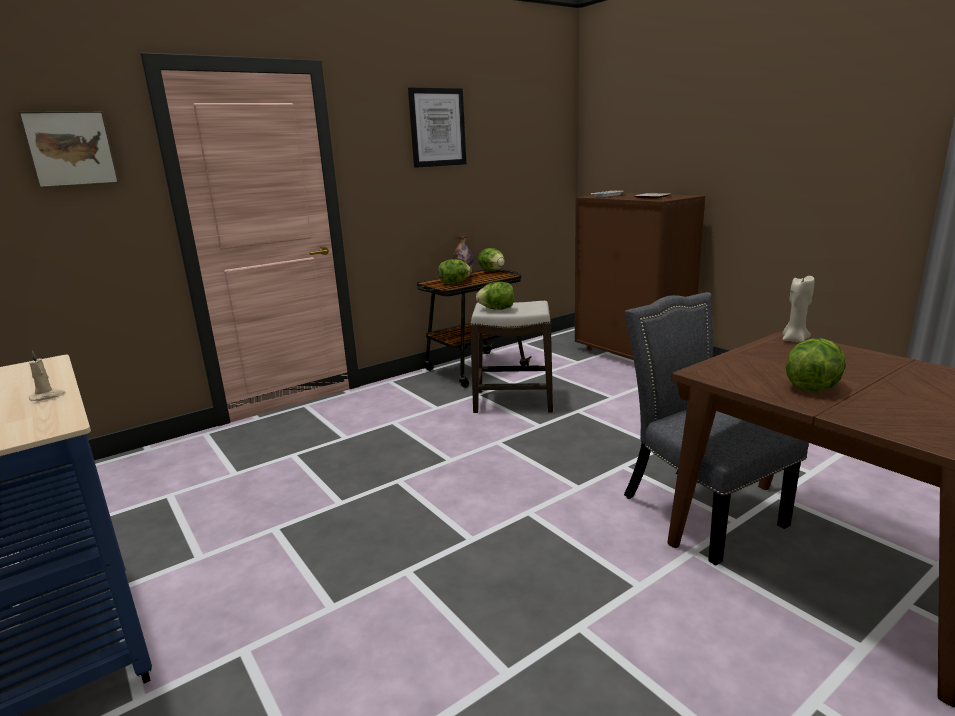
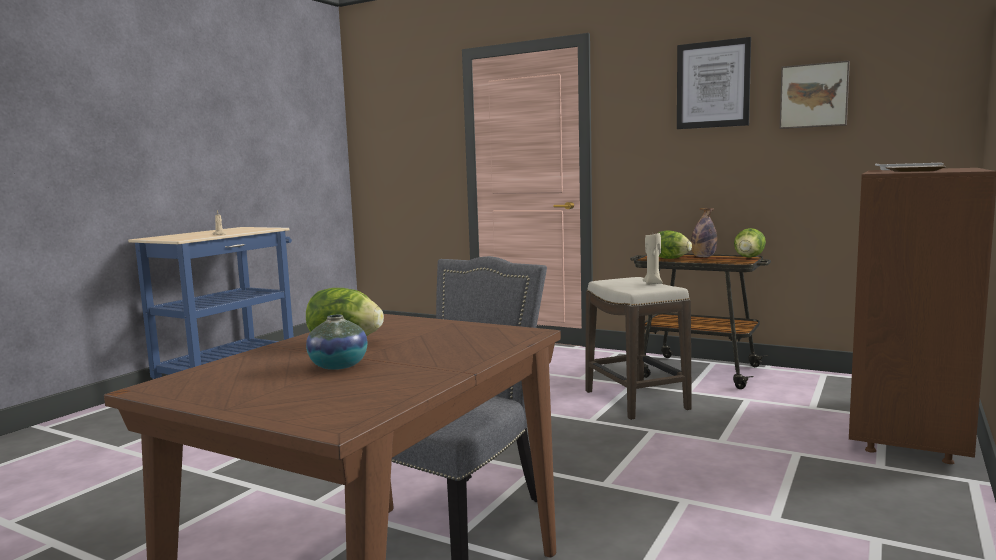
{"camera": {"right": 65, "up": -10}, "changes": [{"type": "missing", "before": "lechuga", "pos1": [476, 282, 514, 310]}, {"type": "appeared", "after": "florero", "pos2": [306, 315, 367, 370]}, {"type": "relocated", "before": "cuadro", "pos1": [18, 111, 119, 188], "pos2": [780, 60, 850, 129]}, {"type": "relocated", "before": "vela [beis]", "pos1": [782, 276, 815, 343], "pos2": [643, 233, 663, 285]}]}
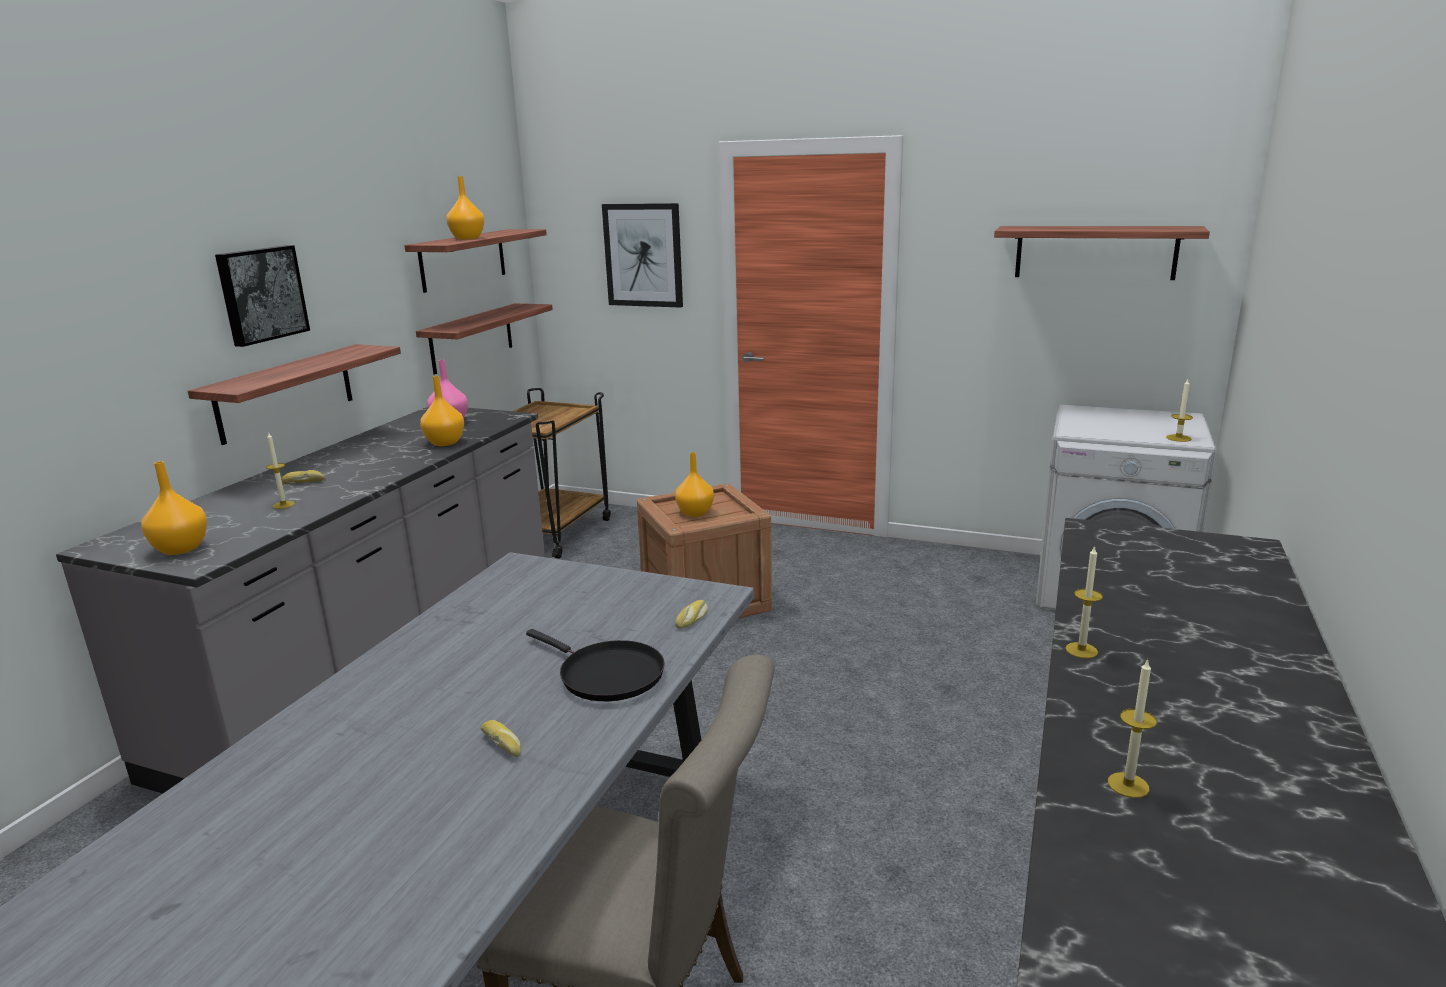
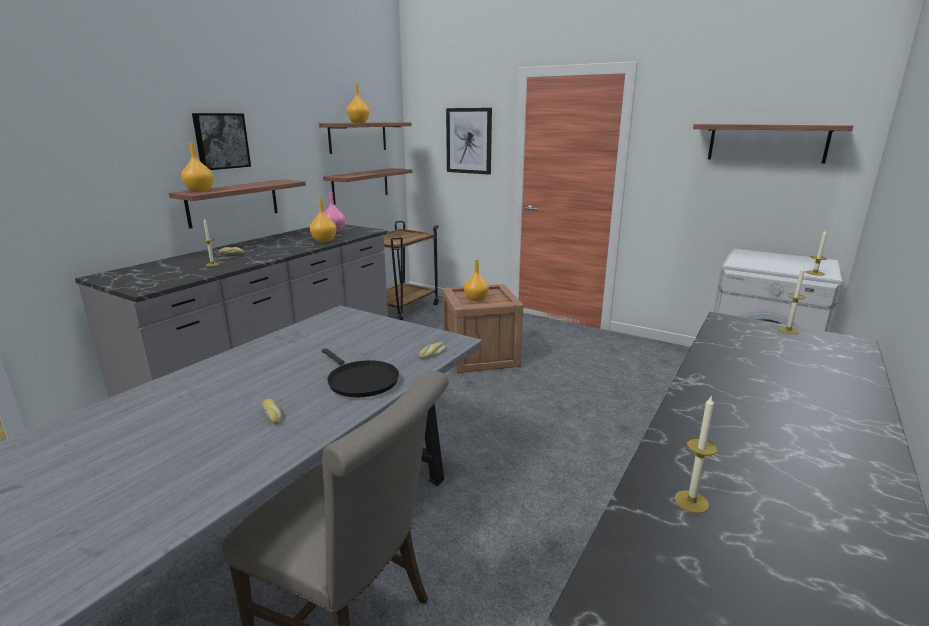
{"camera": {"right": 10, "up": 0}, "changes": [{"type": "relocated", "before": "florero [naranja]", "pos1": [141, 461, 207, 555], "pos2": [181, 142, 214, 192]}, {"type": "relocated", "before": "vela", "pos1": [1065, 546, 1103, 658], "pos2": [778, 266, 806, 334]}]}
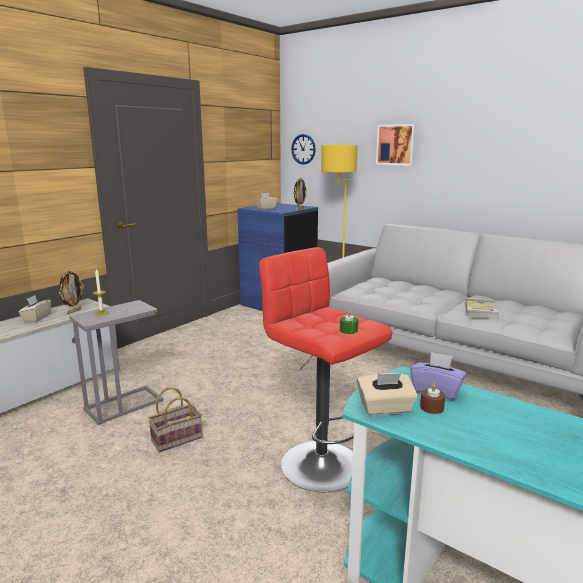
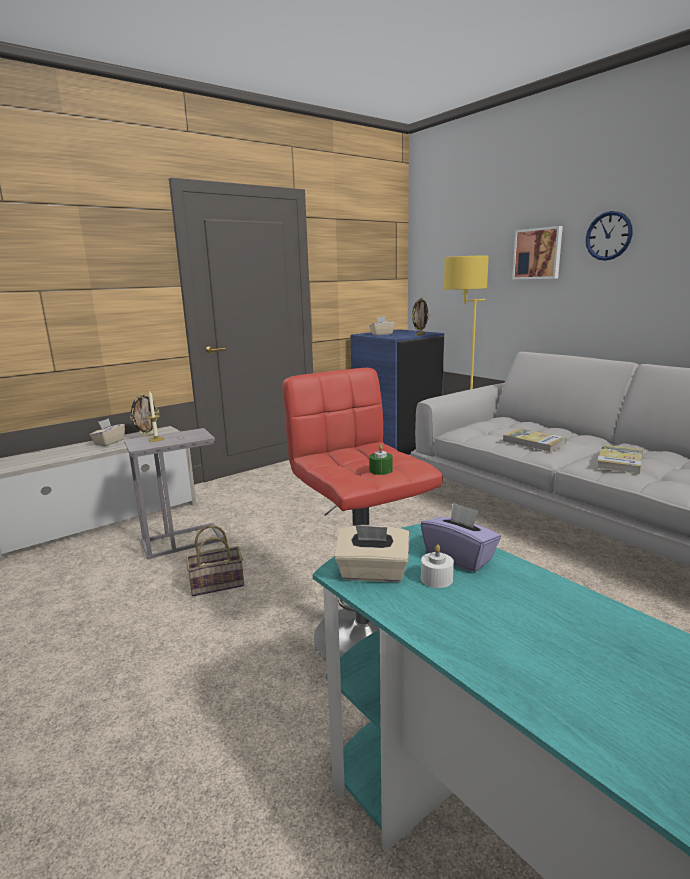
{"camera": {"right": 15, "up": 0}, "changes": [{"type": "appeared", "after": "libro", "pos2": [503, 428, 567, 452]}, {"type": "relocated", "before": "reloj de pared", "pos1": [291, 134, 316, 165], "pos2": [586, 211, 633, 261]}, {"type": "colour", "before": "vela [marrón]", "after": "vela [blanco]", "pos1": [420, 383, 445, 414], "pos2": [421, 545, 454, 588]}]}
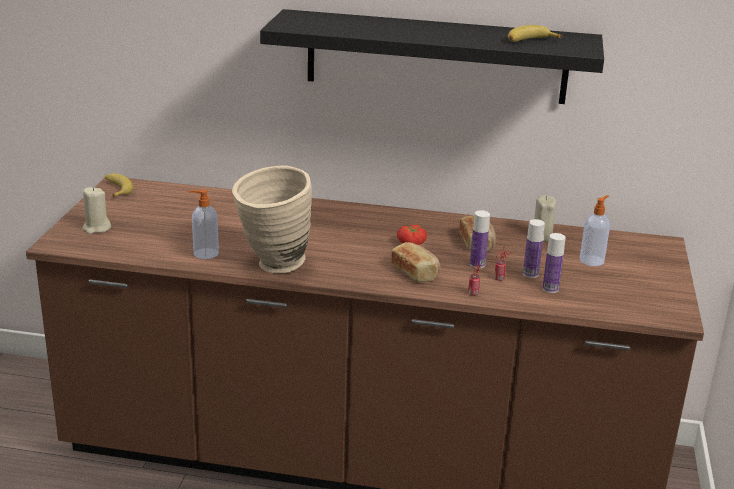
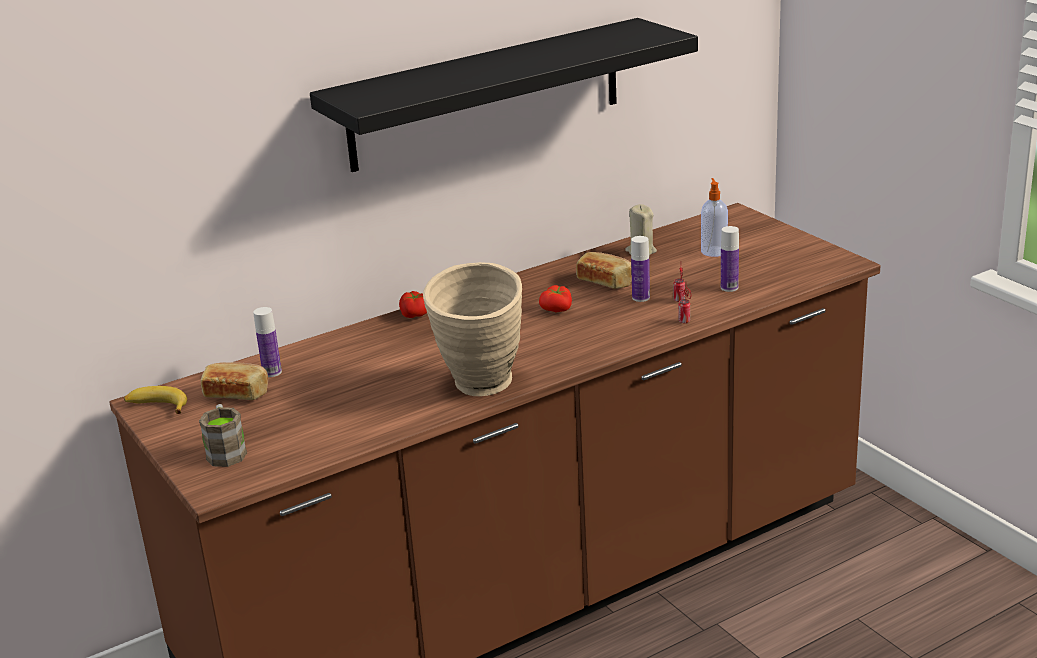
{"camera": {"right": -40, "up": 0}, "changes": [{"type": "missing", "before": "dispensador de jabón", "pos1": [188, 190, 219, 259]}, {"type": "missing", "before": "plátano", "pos1": [508, 25, 562, 42]}, {"type": "appeared", "after": "tomate", "pos2": [399, 291, 427, 318]}, {"type": "relocated", "before": "pan", "pos1": [391, 242, 440, 282], "pos2": [201, 362, 268, 400]}, {"type": "relocated", "before": "botella", "pos1": [523, 219, 545, 278], "pos2": [253, 307, 282, 377]}, {"type": "exchanged", "before": "vela [beis]", "after": "taza grande [marrón]", "pos1": [82, 187, 111, 234], "pos2": [199, 404, 247, 467]}]}
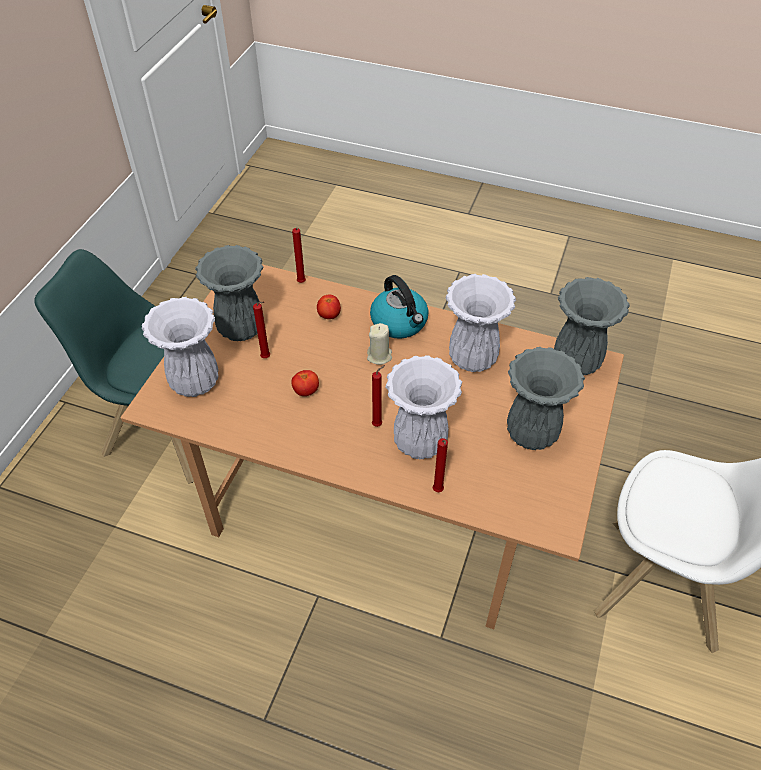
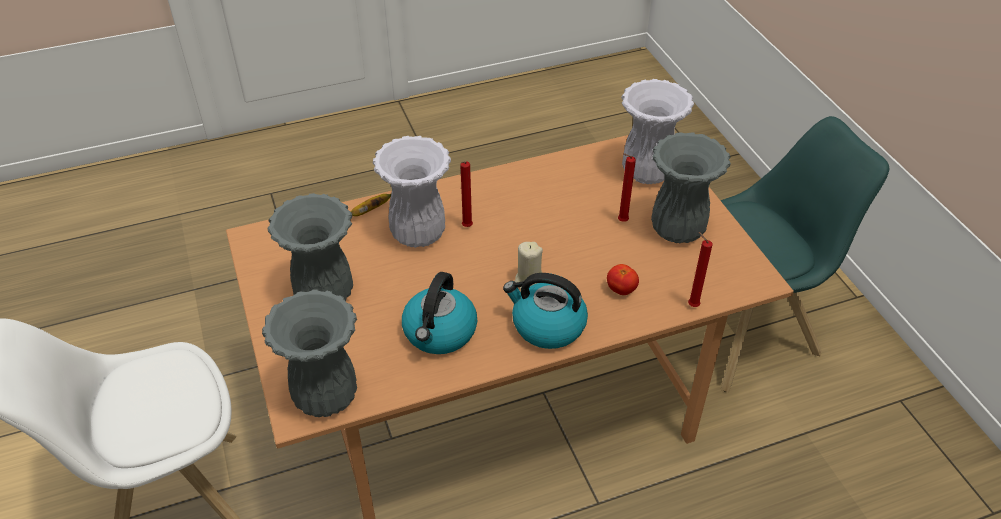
{"camera": {"right": 140, "up": -5}, "changes": [{"type": "missing", "before": "tomate", "pos1": [291, 370, 319, 396]}, {"type": "exchanged", "before": "vela [rojo]", "after": "plátano", "pos1": [433, 438, 448, 492], "pos2": [351, 194, 391, 216]}, {"type": "exchanged", "before": "florero [blanco]", "after": "hervidor", "pos1": [446, 274, 516, 372], "pos2": [402, 272, 477, 354]}]}
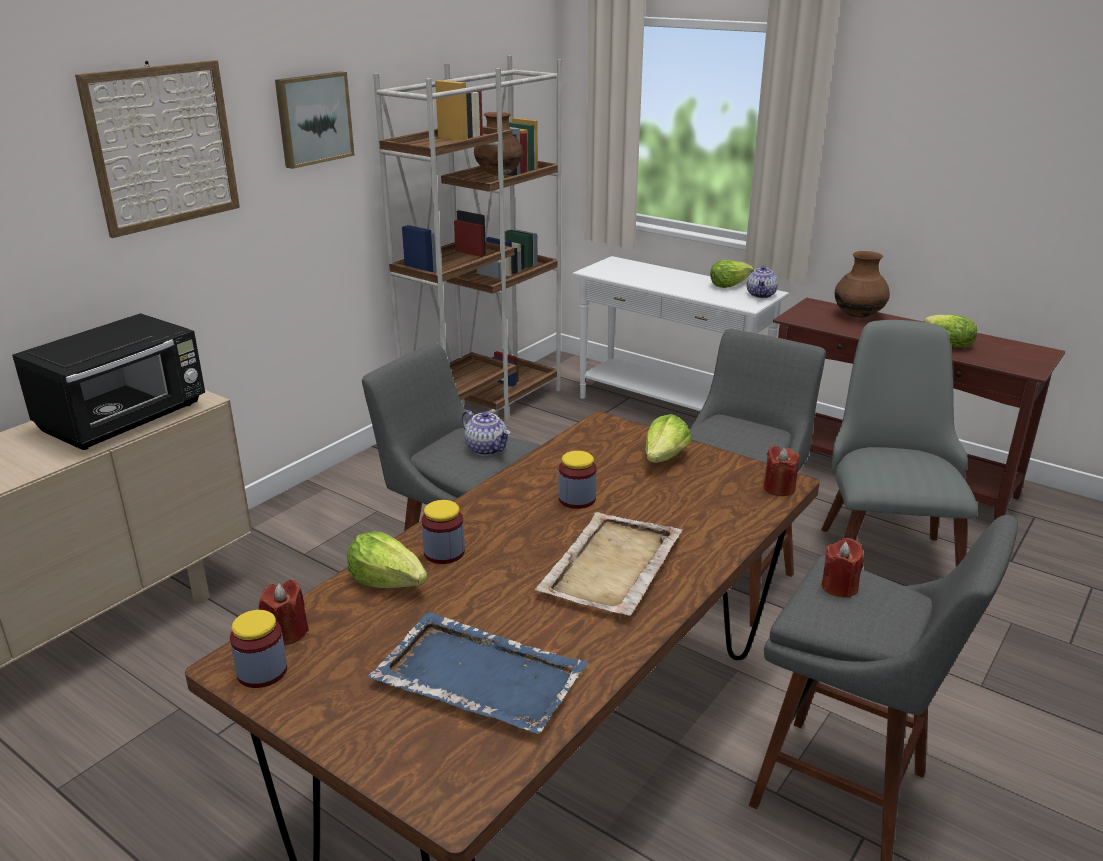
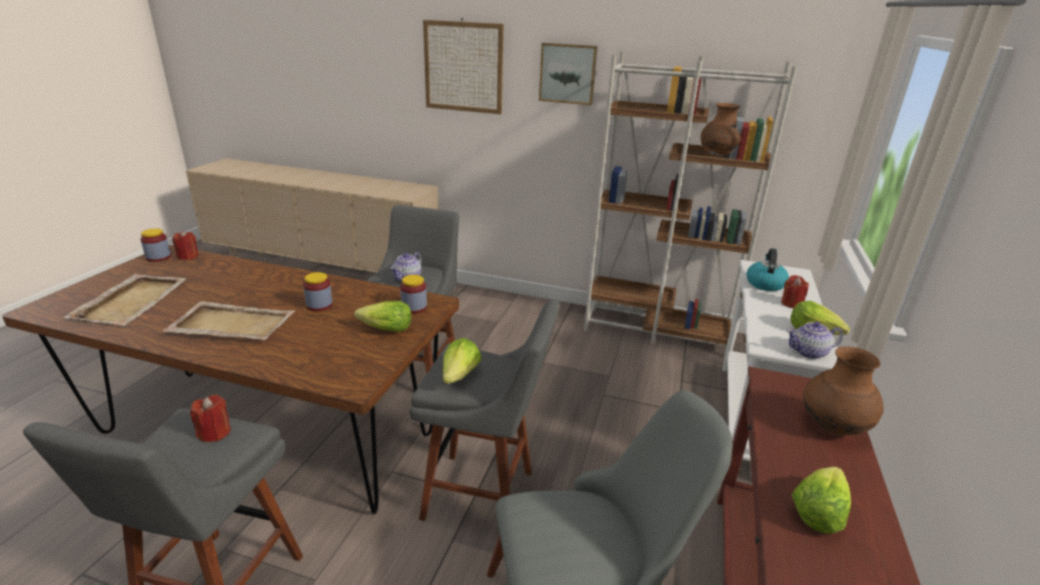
{"camera": {"right": 70, "up": 0}, "changes": [{"type": "missing", "before": "microondas [negro]", "pos1": [12, 313, 205, 450]}, {"type": "appeared", "after": "hervidor", "pos2": [747, 248, 789, 291]}, {"type": "relocated", "before": "lechuga", "pos1": [347, 531, 427, 588], "pos2": [443, 338, 482, 384]}, {"type": "relocated", "before": "tarro", "pos1": [421, 500, 465, 564], "pos2": [400, 275, 427, 313]}, {"type": "relocated", "before": "vela [rojo]", "pos1": [763, 445, 799, 496], "pos2": [781, 275, 809, 308]}, {"type": "colour", "before": "bandeja [azul]", "after": "bandeja [beis]", "pos1": [368, 612, 588, 734], "pos2": [64, 274, 187, 326]}]}
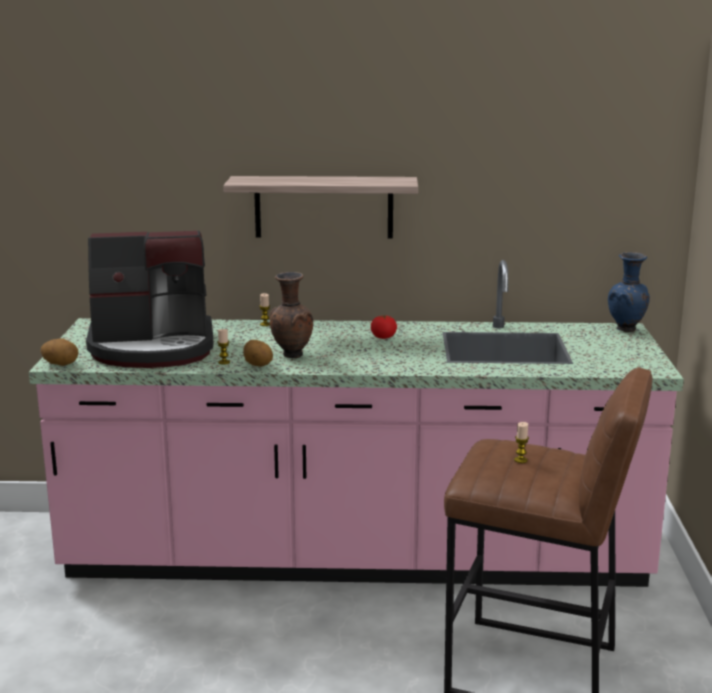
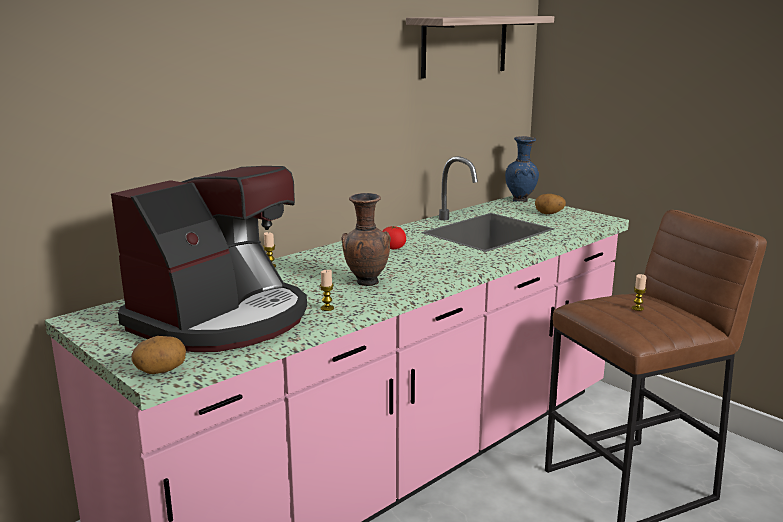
{"camera": {"right": -45, "up": 0}, "changes": [{"type": "relocated", "before": "estante", "pos1": [223, 176, 418, 239], "pos2": [406, 16, 554, 79]}, {"type": "relocated", "before": "patata", "pos1": [243, 340, 273, 367], "pos2": [535, 194, 566, 214]}]}
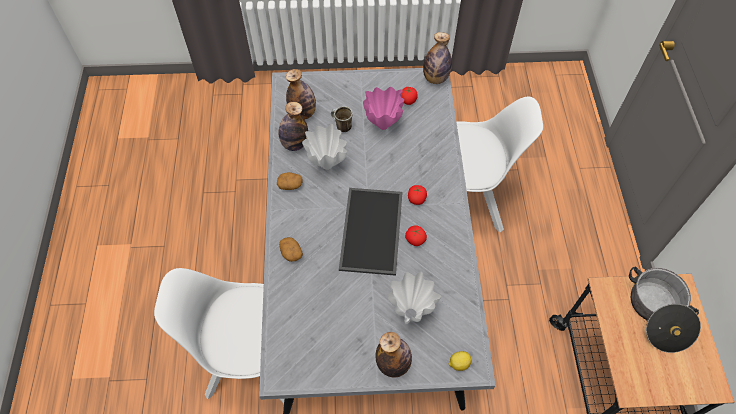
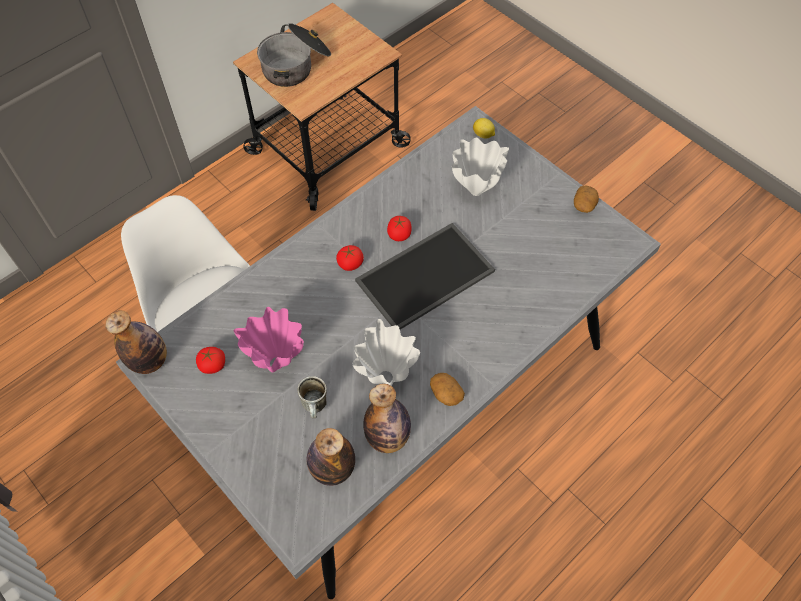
{"camera": {"right": -130, "up": 0}, "changes": [{"type": "missing", "before": "silla [blanco]", "pos1": [154, 268, 284, 404]}, {"type": "missing", "before": "botella", "pos1": [376, 332, 412, 377]}, {"type": "relocated", "before": "patata", "pos1": [279, 237, 303, 262], "pos2": [574, 185, 599, 213]}]}
